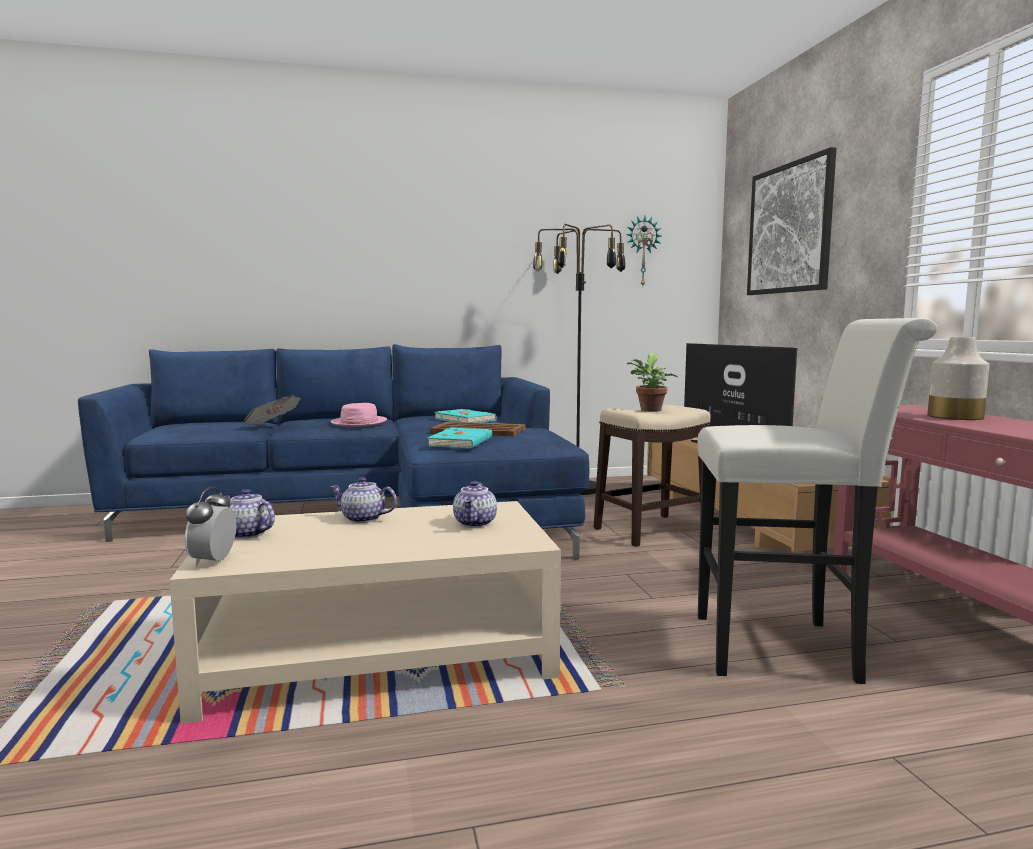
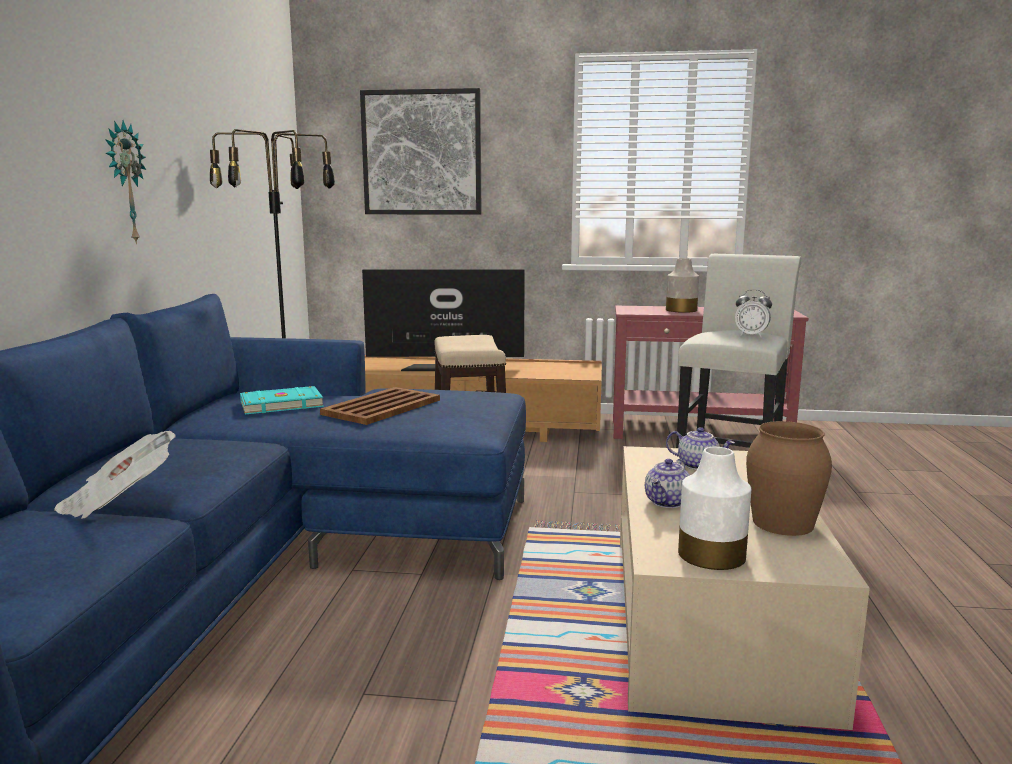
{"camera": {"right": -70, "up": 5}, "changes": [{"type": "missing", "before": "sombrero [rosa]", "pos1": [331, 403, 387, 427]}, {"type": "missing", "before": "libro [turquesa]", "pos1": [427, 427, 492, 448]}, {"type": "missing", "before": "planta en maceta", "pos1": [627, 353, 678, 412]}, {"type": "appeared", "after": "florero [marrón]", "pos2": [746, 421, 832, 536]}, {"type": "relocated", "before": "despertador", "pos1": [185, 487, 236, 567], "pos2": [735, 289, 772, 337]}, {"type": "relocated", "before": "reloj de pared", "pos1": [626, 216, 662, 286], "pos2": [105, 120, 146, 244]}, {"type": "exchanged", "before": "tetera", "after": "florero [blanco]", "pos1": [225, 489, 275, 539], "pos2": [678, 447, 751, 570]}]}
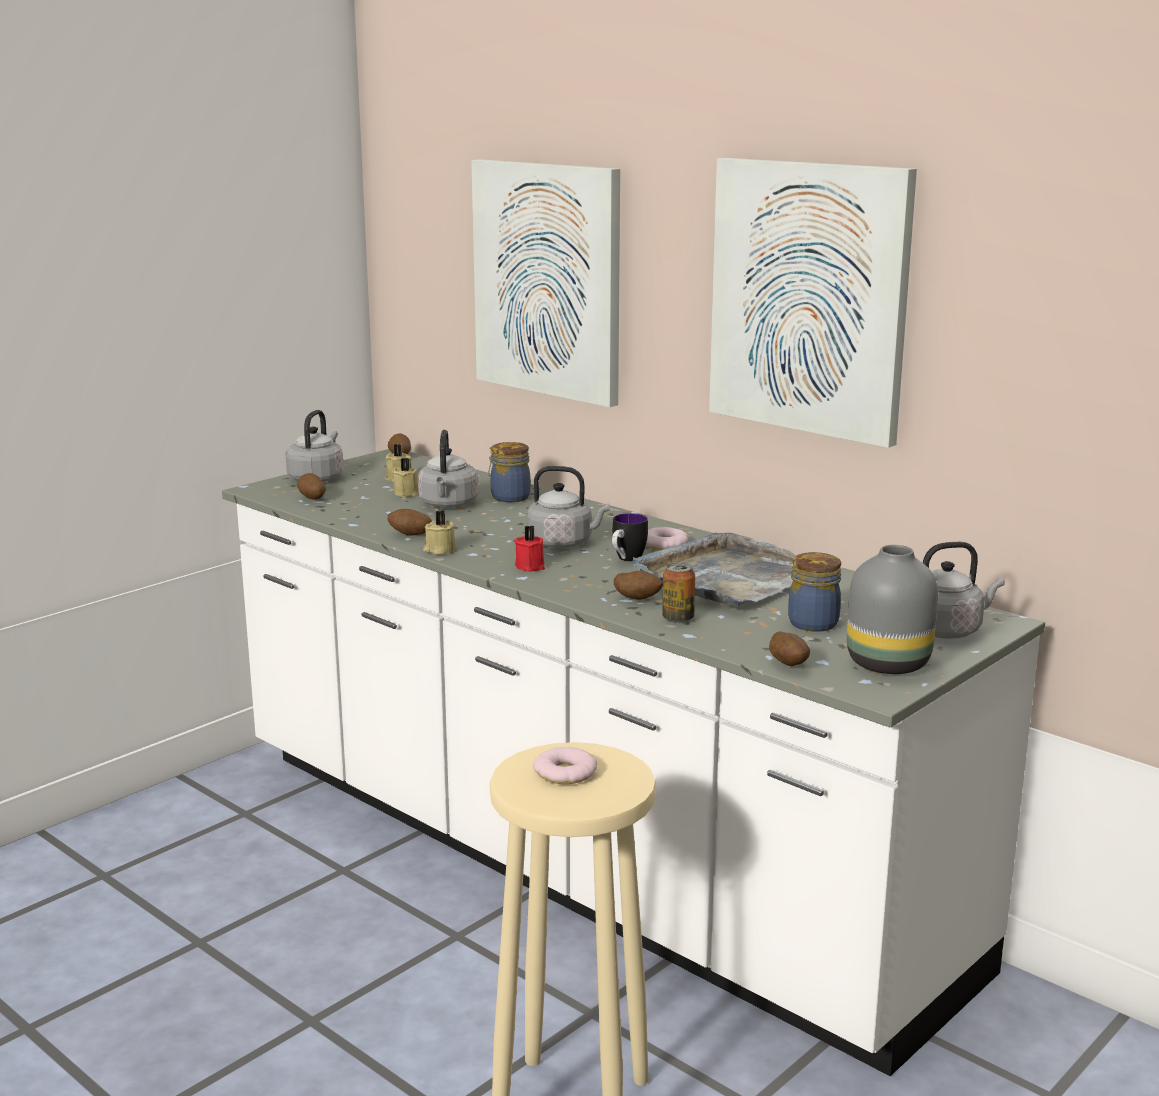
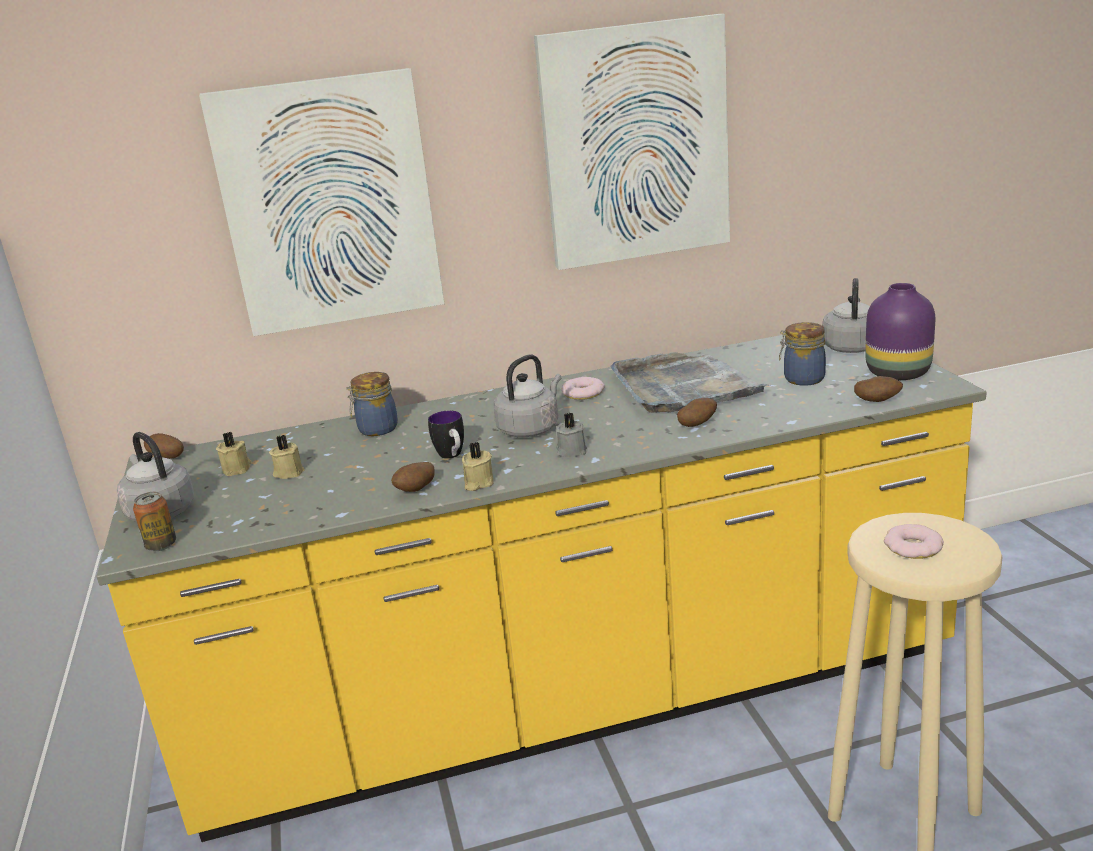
{"camera": {"right": -55, "up": 5}, "changes": [{"type": "missing", "before": "patata", "pos1": [297, 473, 326, 500]}, {"type": "missing", "before": "hervidor [gris]", "pos1": [418, 430, 478, 508]}, {"type": "relocated", "before": "taza grande", "pos1": [612, 513, 648, 561], "pos2": [428, 411, 464, 459]}, {"type": "relocated", "before": "lata", "pos1": [662, 562, 695, 623], "pos2": [133, 492, 176, 551]}, {"type": "colour", "before": "mueble bajo de cocina [blanco]", "after": "mueble bajo de cocina [amarillo]", "pos1": [222, 449, 1045, 1076], "pos2": [97, 335, 987, 842]}, {"type": "colour", "before": "vela [rojo]", "after": "vela [gris]", "pos1": [514, 526, 545, 572], "pos2": [556, 412, 587, 457]}, {"type": "colour", "before": "florero [gris]", "after": "florero [morado]", "pos1": [847, 545, 938, 674], "pos2": [865, 283, 935, 380]}]}
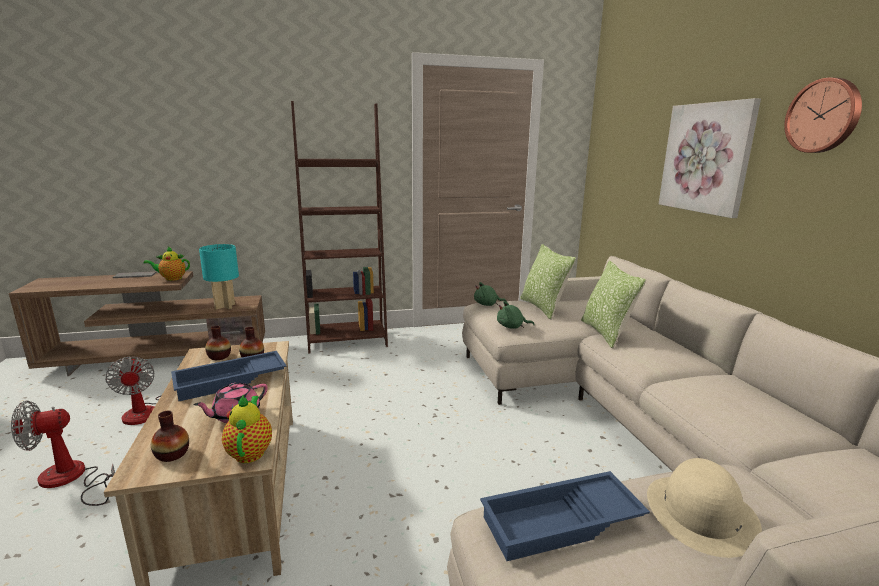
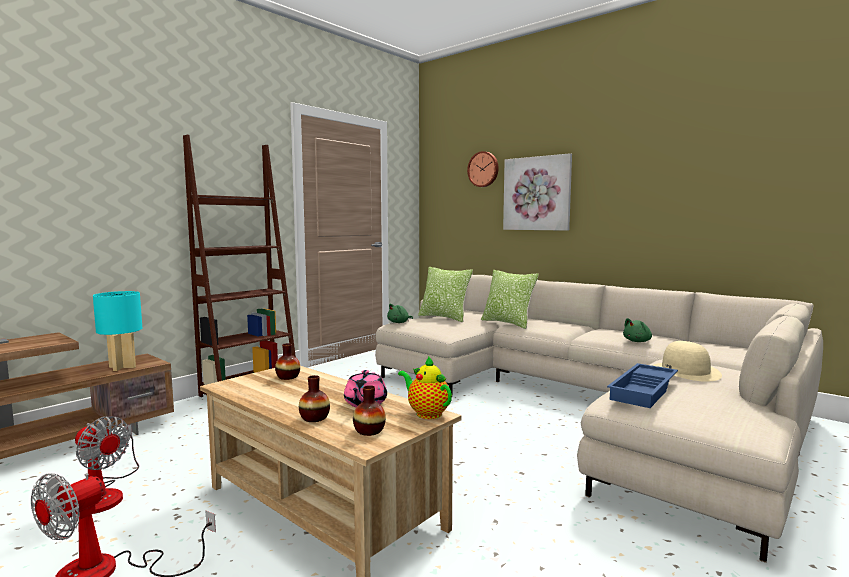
{"camera": {"right": -35, "up": -10}, "changes": [{"type": "missing", "before": "tetera", "pos1": [143, 247, 190, 281]}, {"type": "missing", "before": "bandeja [azul]", "pos1": [171, 351, 286, 401]}, {"type": "relocated", "before": "florero", "pos1": [205, 326, 231, 360], "pos2": [299, 375, 330, 422]}, {"type": "relocated", "before": "peluche [verde]", "pos1": [497, 301, 535, 329], "pos2": [623, 318, 652, 342]}, {"type": "relocated", "before": "reloj de pared", "pos1": [784, 77, 862, 153], "pos2": [467, 151, 499, 187]}]}
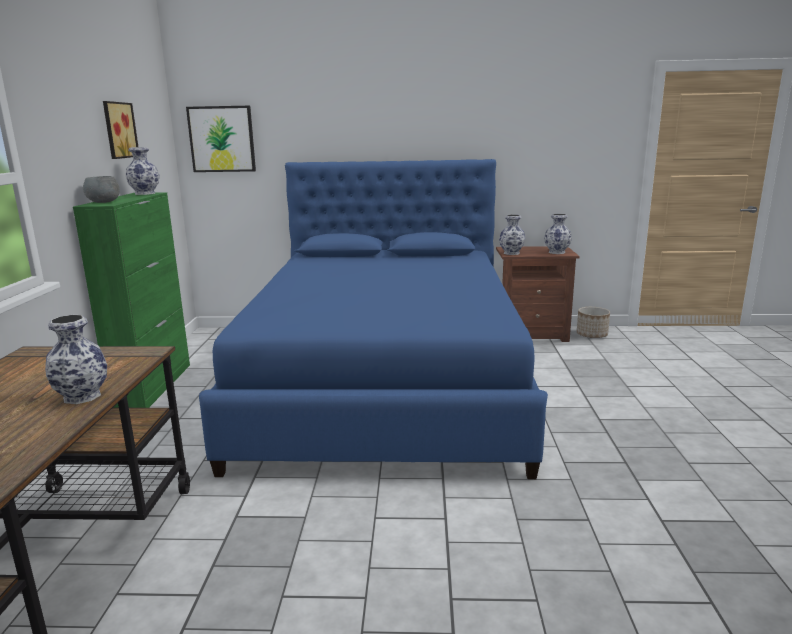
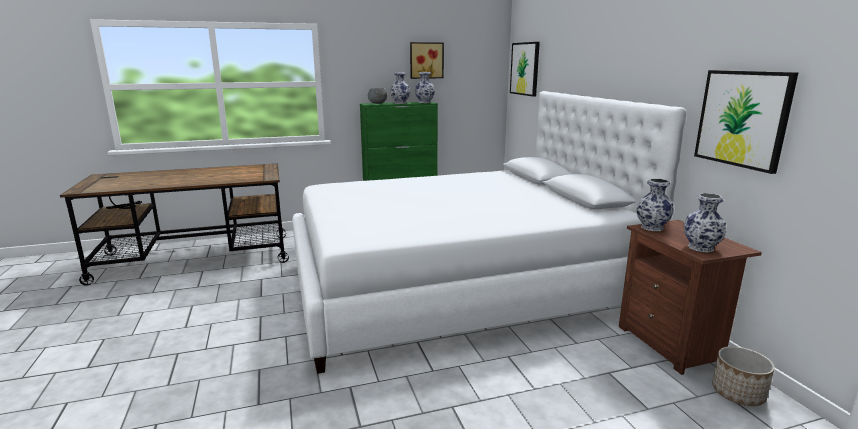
{"camera": {"right": 70, "up": 0}, "changes": [{"type": "appeared", "after": "cuadro", "pos2": [694, 70, 798, 174]}, {"type": "relocated", "before": "florero", "pos1": [45, 315, 107, 404], "pos2": [390, 72, 410, 104]}, {"type": "colour", "before": "cama [azul]", "after": "cama [blanco]", "pos1": [199, 159, 548, 479], "pos2": [292, 91, 686, 374]}]}
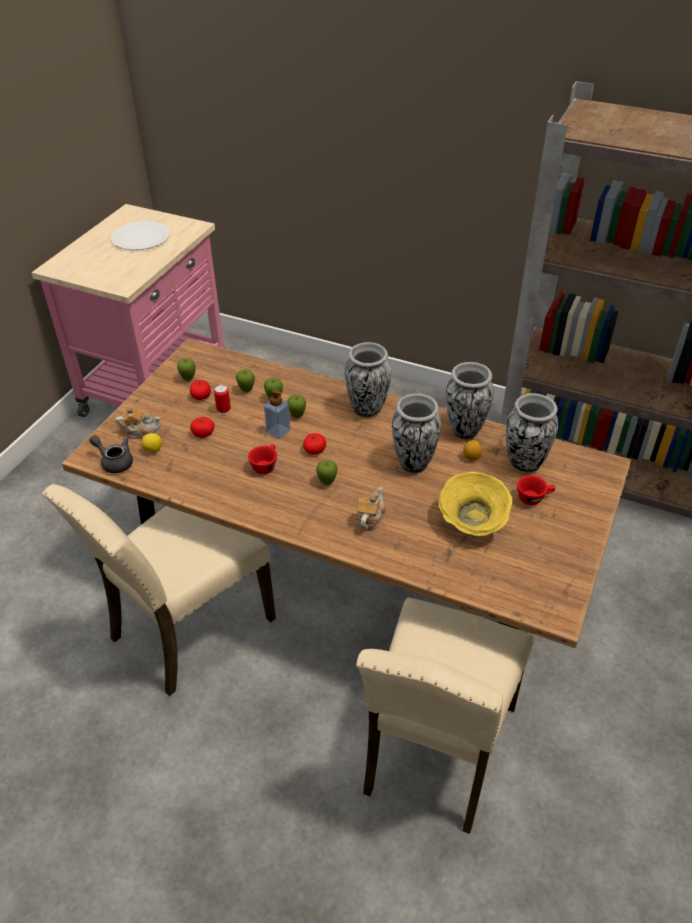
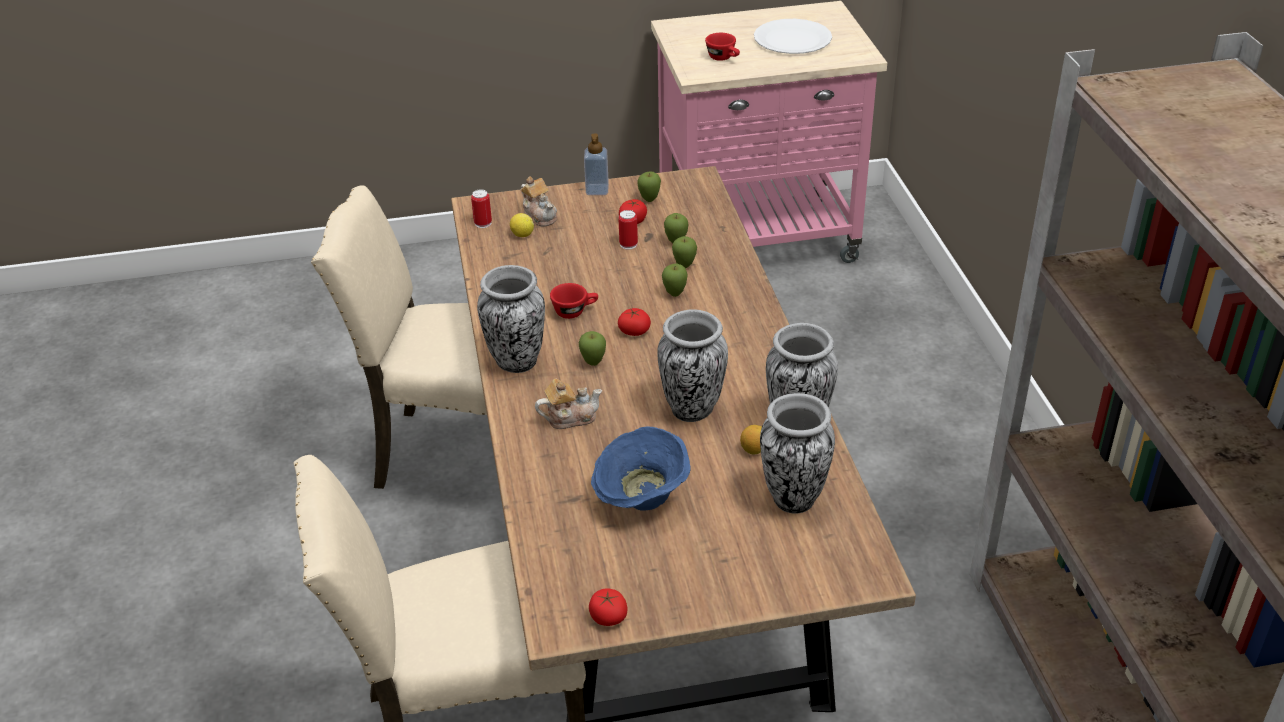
{"camera": {"right": 55, "up": -5}, "changes": [{"type": "relocated", "before": "tomate", "pos1": [190, 417, 215, 438], "pos2": [589, 588, 627, 626]}, {"type": "relocated", "before": "dispensador de jabón", "pos1": [264, 389, 291, 439], "pos2": [584, 133, 609, 195]}, {"type": "relocated", "before": "florero", "pos1": [345, 342, 392, 417], "pos2": [477, 265, 545, 373]}, {"type": "relocated", "before": "taza [rojo]", "pos1": [517, 475, 555, 505], "pos2": [705, 33, 740, 61]}, {"type": "exchanged", "before": "tetera [gris]", "after": "lata", "pos1": [89, 435, 133, 473], "pos2": [471, 189, 492, 228]}, {"type": "colour", "before": "cuenco [amarillo]", "after": "cuenco [azul]", "pos1": [439, 472, 513, 536], "pos2": [591, 426, 690, 511]}]}
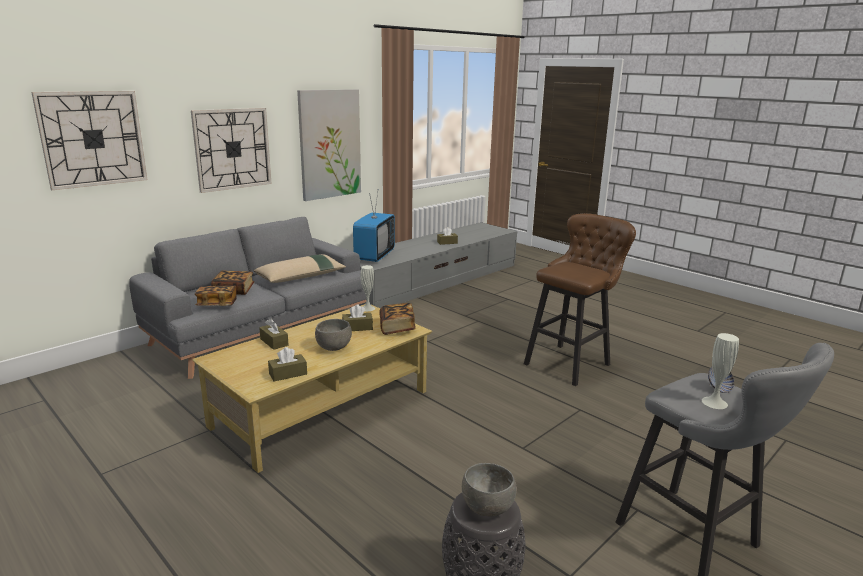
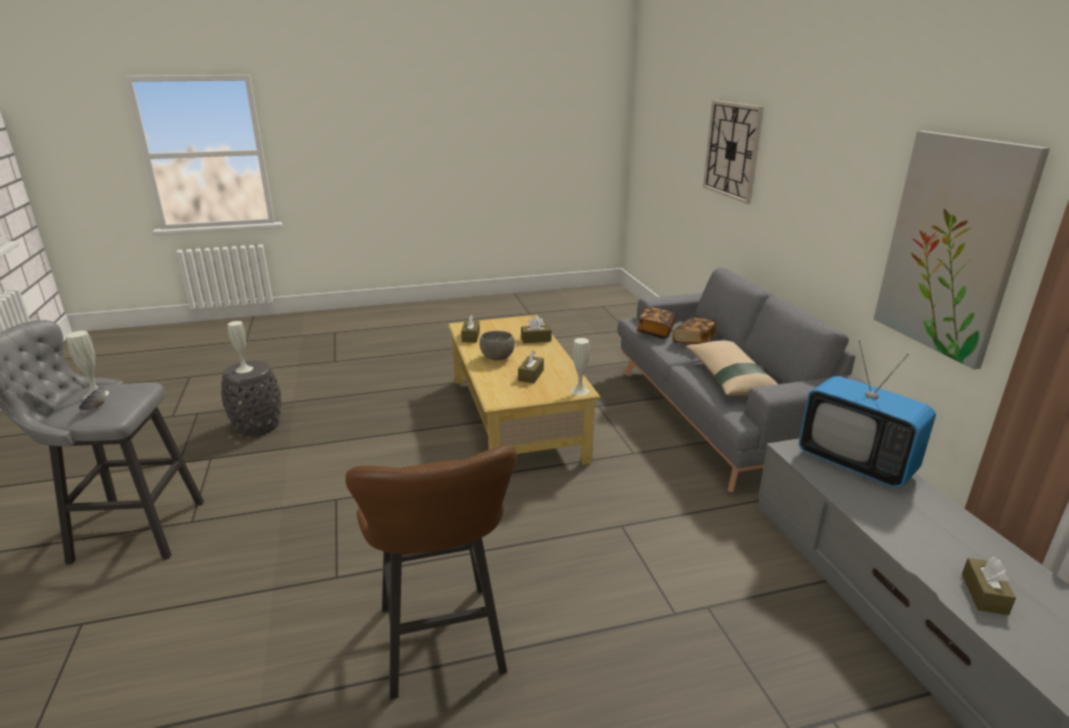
{"camera": {"right": 120, "up": 5}, "changes": [{"type": "missing", "before": "reloj de pared", "pos1": [191, 108, 272, 193]}, {"type": "missing", "before": "libro", "pos1": [379, 303, 416, 335]}, {"type": "exchanged", "before": "cuenco [gris]", "after": "florero [blanco]", "pos1": [462, 463, 517, 516], "pos2": [228, 321, 253, 373]}]}
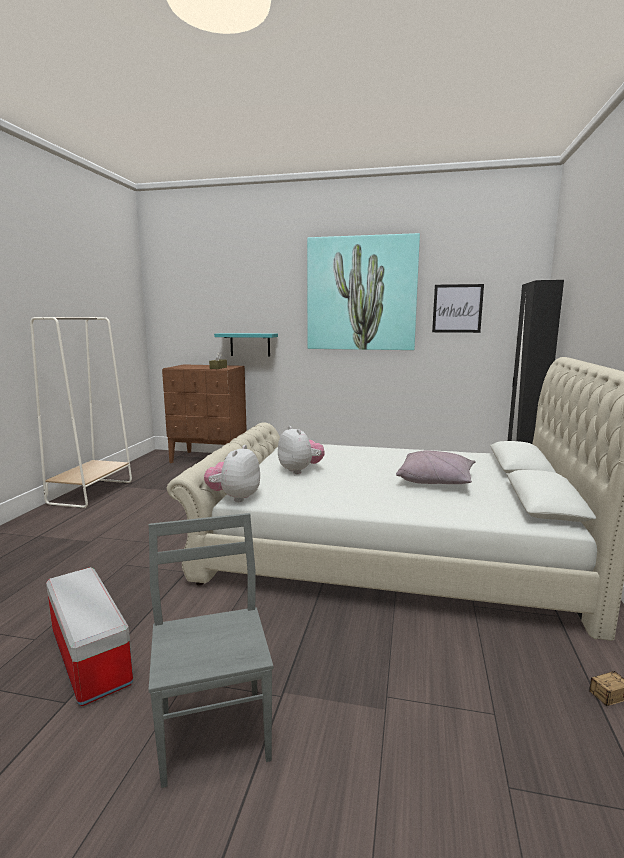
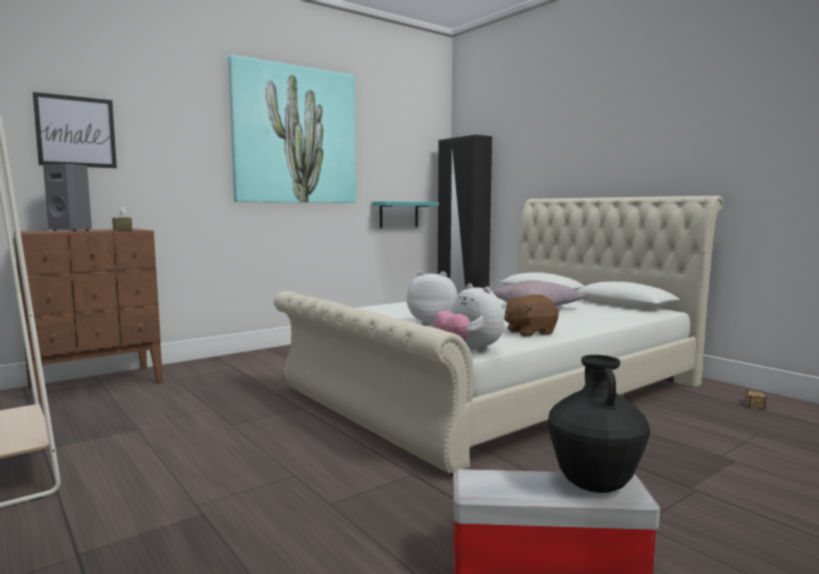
{"camera": {"right": -50, "up": -5}, "changes": [{"type": "missing", "before": "silla [gris]", "pos1": [149, 513, 273, 788]}, {"type": "appeared", "after": "altavoz [gris]", "pos2": [43, 164, 92, 231]}, {"type": "appeared", "after": "peluche [marrón]", "pos2": [504, 295, 559, 337]}, {"type": "appeared", "after": "florero [negro]", "pos2": [548, 355, 650, 493]}, {"type": "relocated", "before": "estante [turquesa]", "pos1": [214, 333, 278, 357], "pos2": [372, 201, 439, 228]}, {"type": "relocated", "before": "cuadro", "pos1": [432, 284, 484, 333], "pos2": [32, 92, 117, 168]}]}
